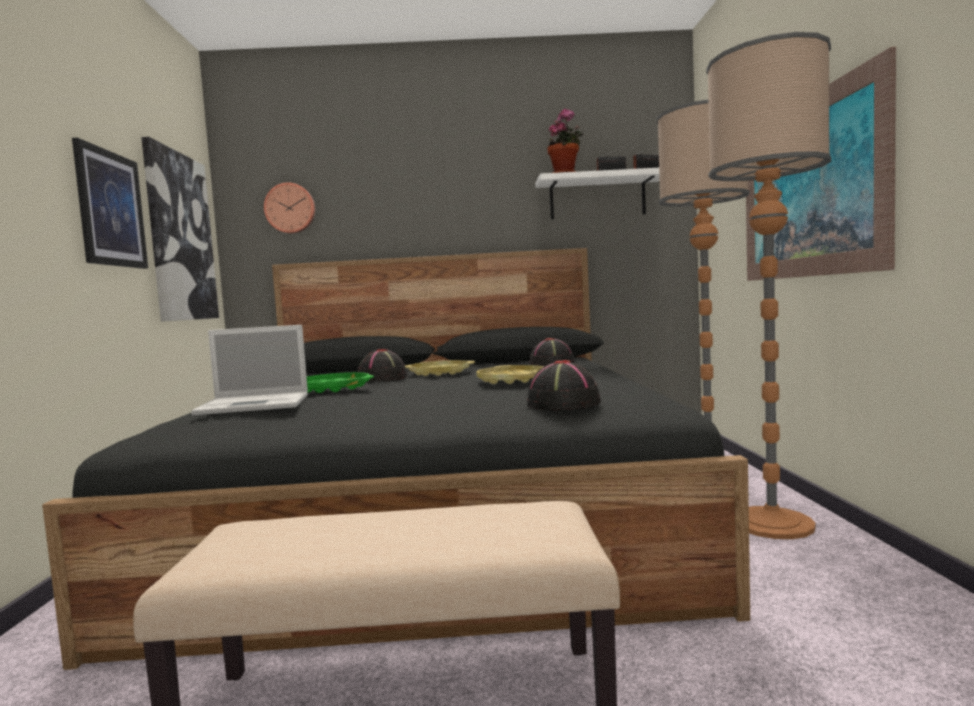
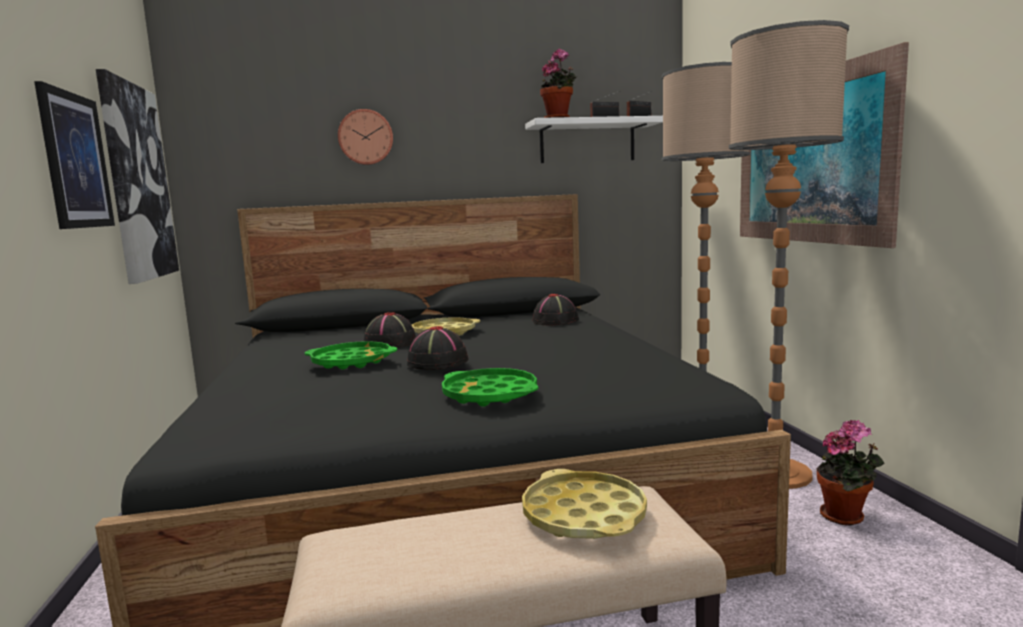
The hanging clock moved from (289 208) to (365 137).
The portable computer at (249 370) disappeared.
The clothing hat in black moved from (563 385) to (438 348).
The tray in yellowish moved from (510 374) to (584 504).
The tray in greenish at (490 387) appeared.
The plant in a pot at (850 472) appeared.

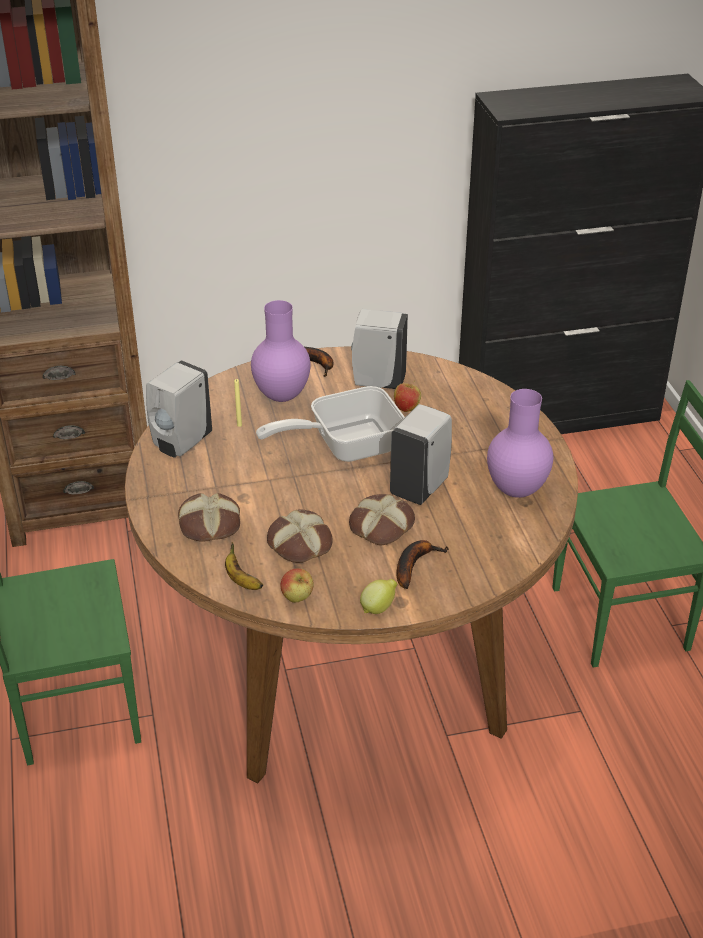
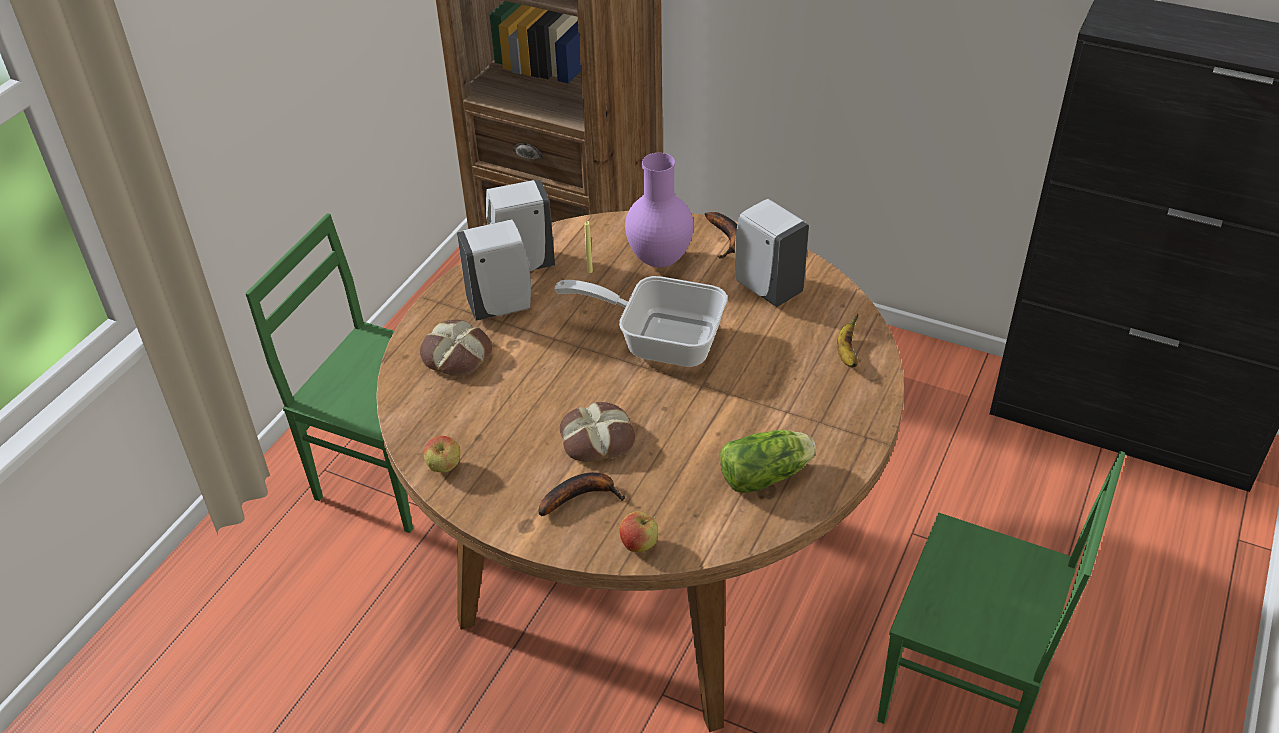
The apple fruit moved from (407 396) to (639 531).
The flower vase in purplish at (520 443) was replaced by the lettuce at (768 461).
The soap dispenser in white moved from (421 454) to (494 270).
The baked bread at (300 536) disappeared.
The whole banana moved from (244 566) to (847 340).
The citrus fruit at (378 596) disappeared.

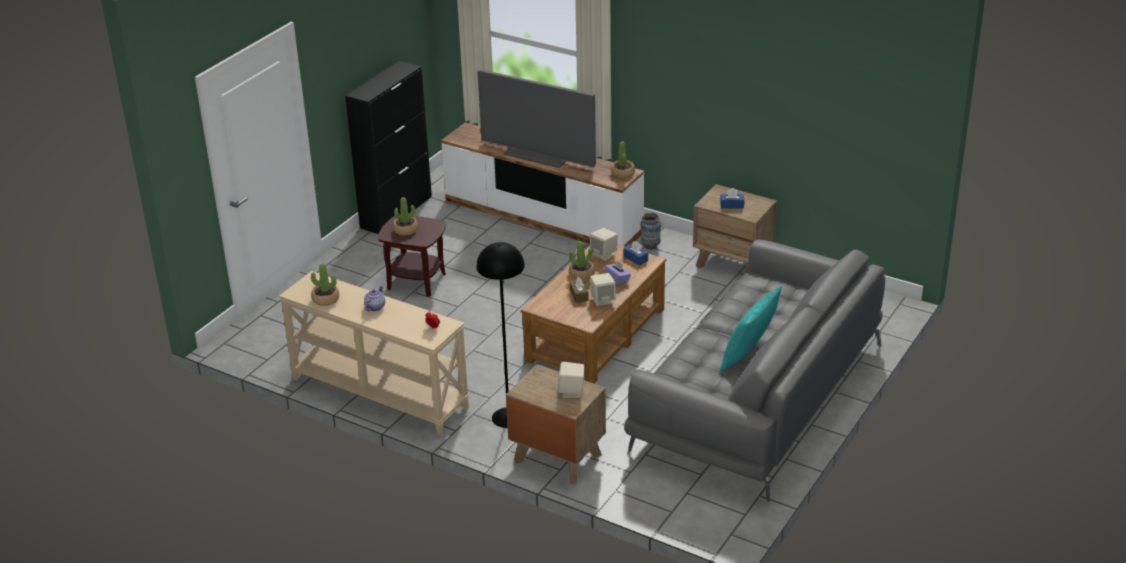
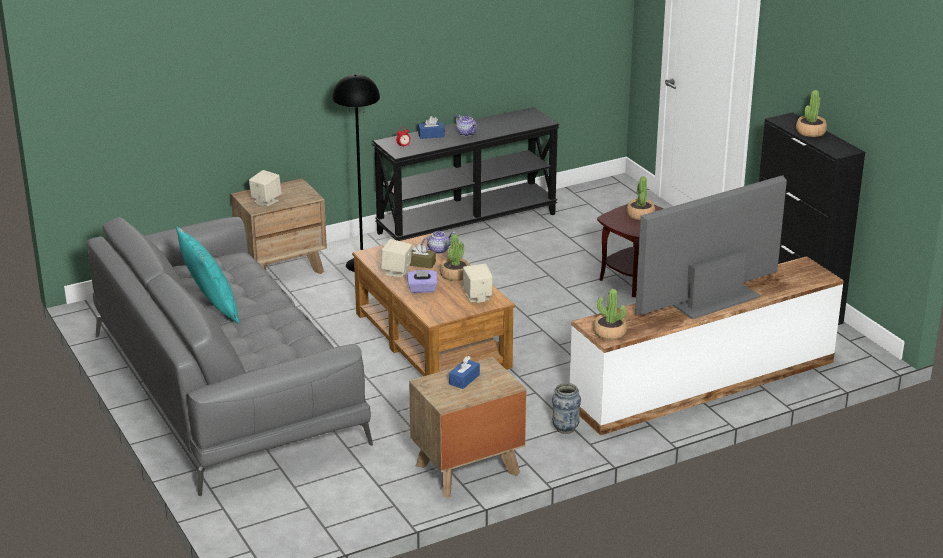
The box of tissues in blue moved from (635 253) to (431 127).
The plant in a pot moved from (325 285) to (811 113).
The hall table in beige-coloured at (374 353) became the hall table in black at (466 174).
The teapot at (438 242) appeared.

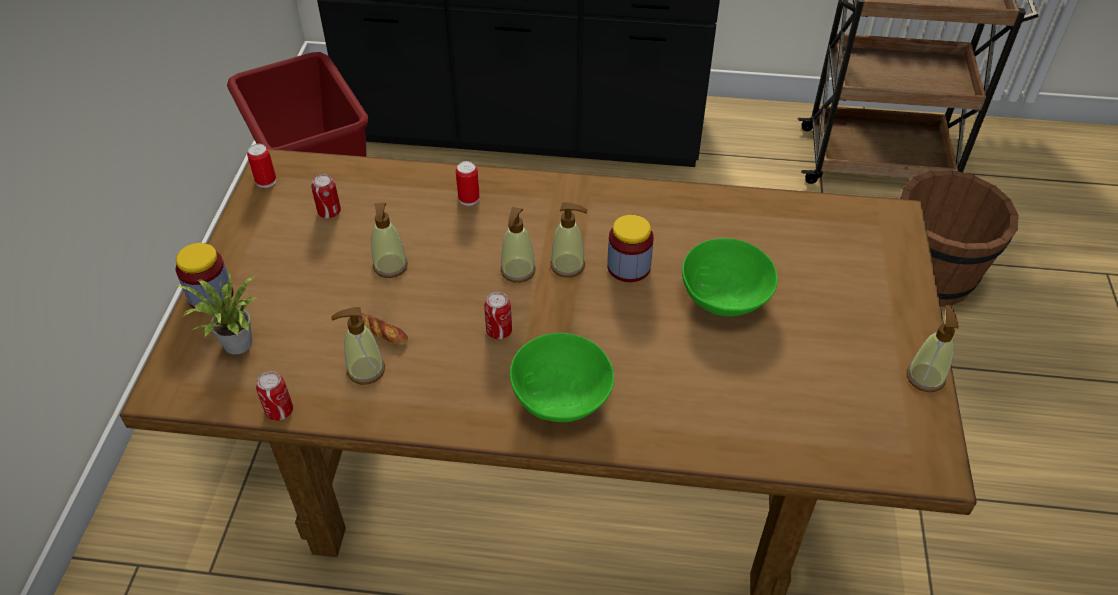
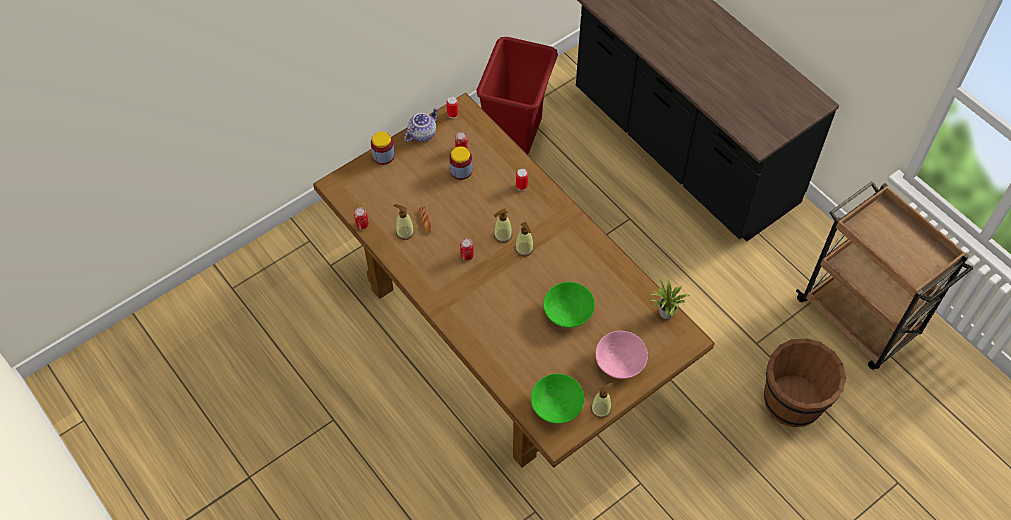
The soap dispenser at (389 240) disappeared.
The jar moved from (630 248) to (460 163).
The plant in a pot moved from (215 313) to (670 297).
The serving bowl in greenish moved from (562 377) to (557 399).
The teapot at (421 124) appeared.
The serving bowl in pink at (621 355) appeared.

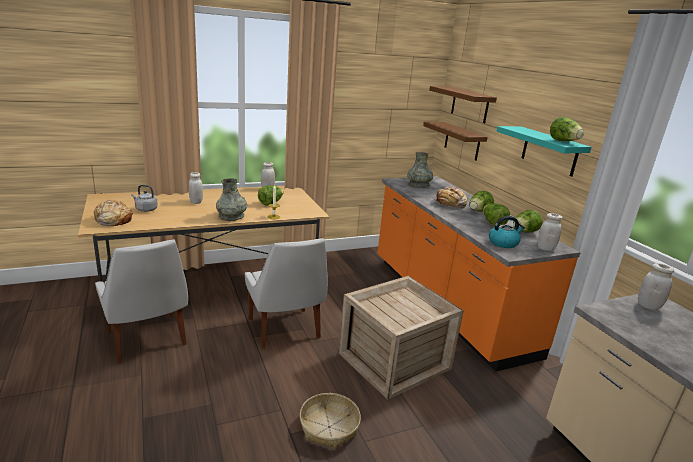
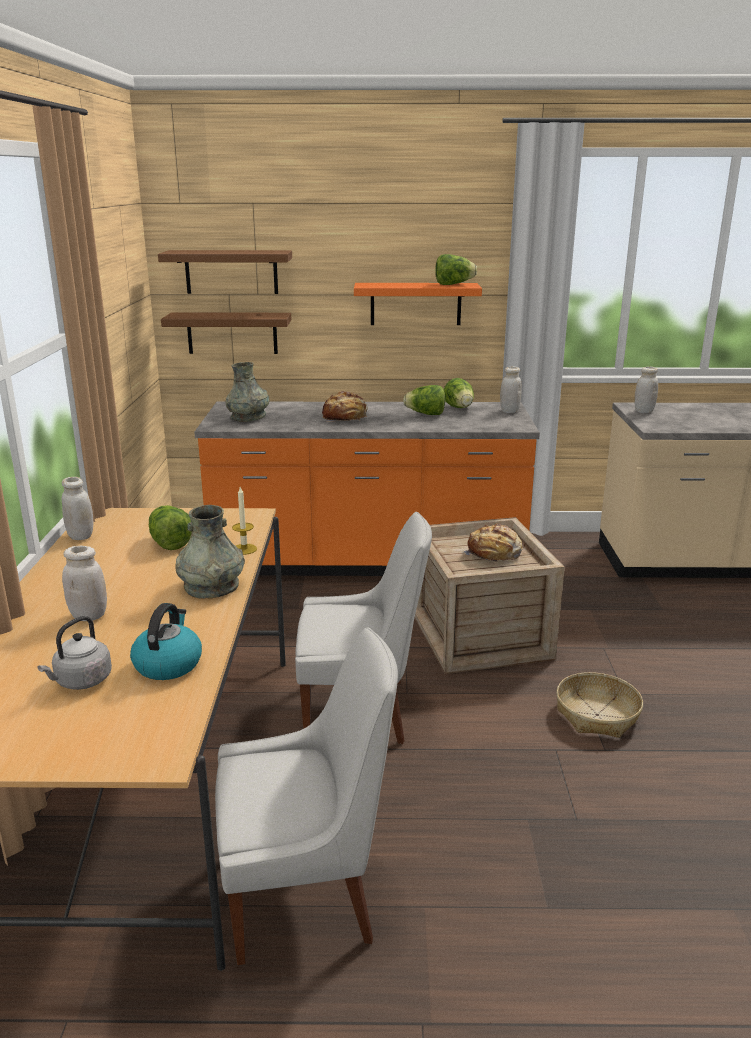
The bracket shelf in turquoise at (544 151) became the bracket shelf in orange-coloured at (418 304).
The lettuce at (481 201) disappeared.
The baked bread moved from (113 213) to (492 543).
The water kettle moved from (507 232) to (166 641).

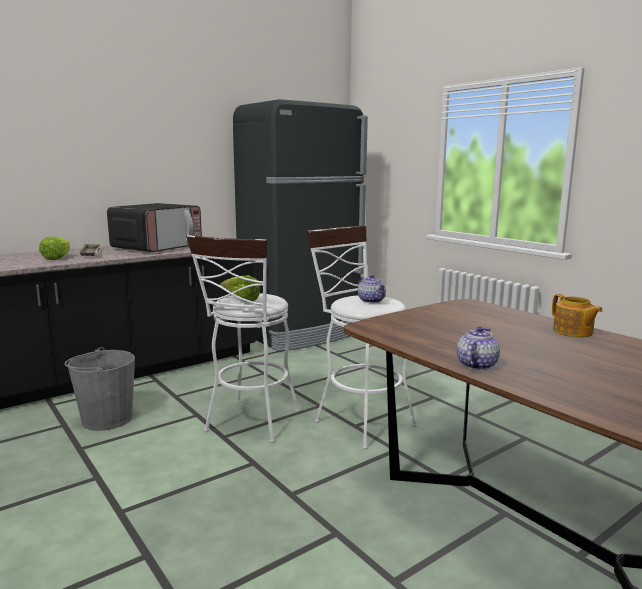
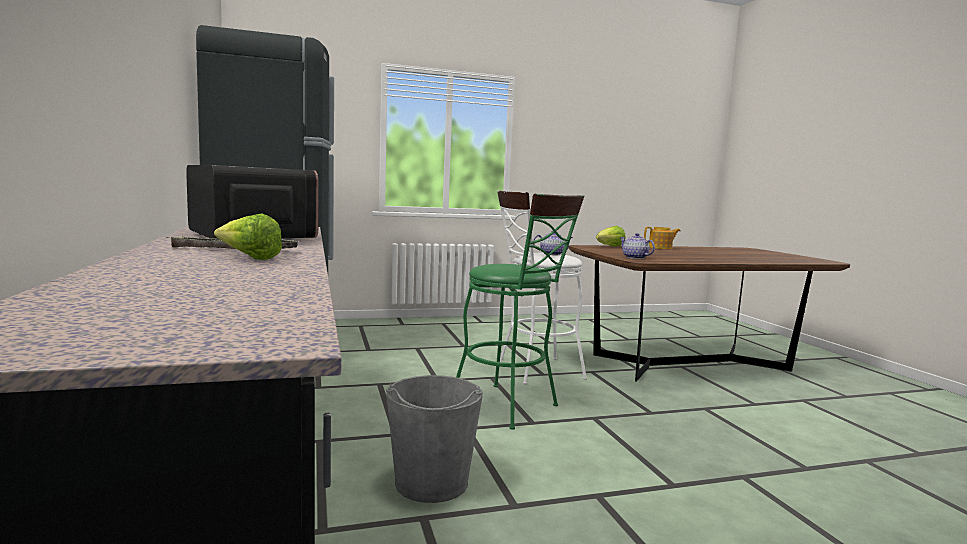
The sitting stool in white at (243 339) became the sitting stool in greenish at (520 312).
The lettuce moved from (240 288) to (610 236).
The teapot moved from (478 348) to (637 246).

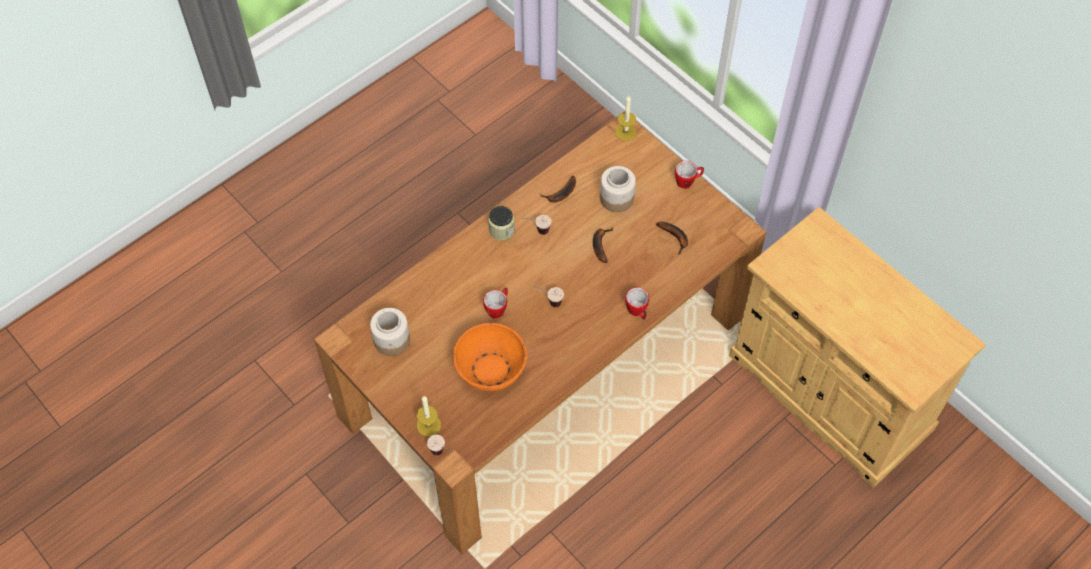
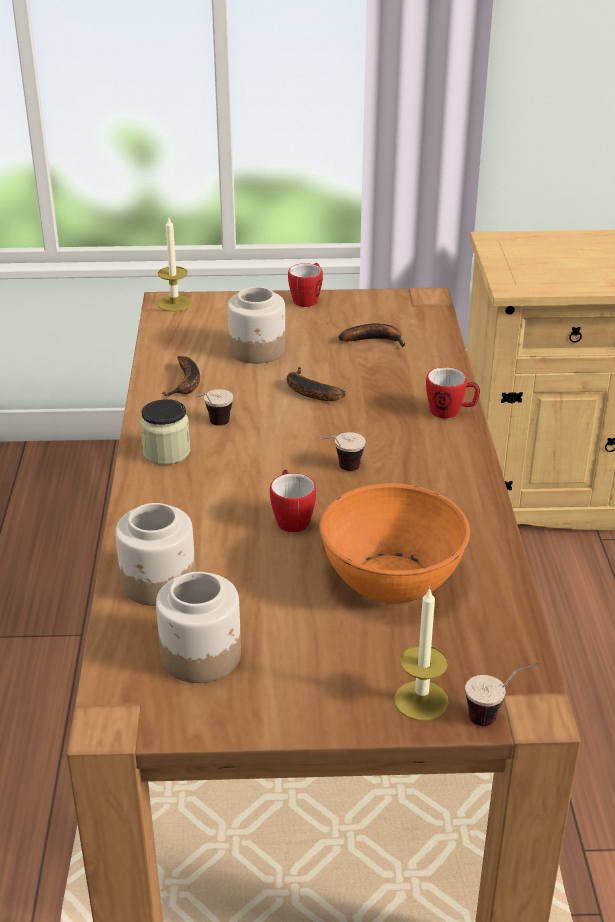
The jar at (155 554) appeared.

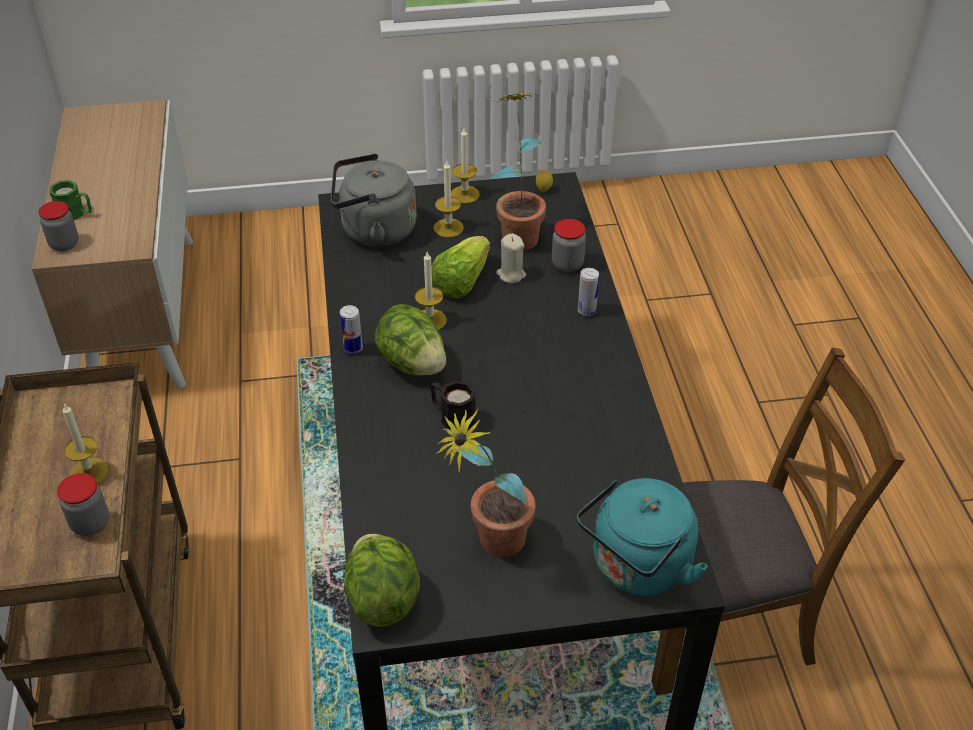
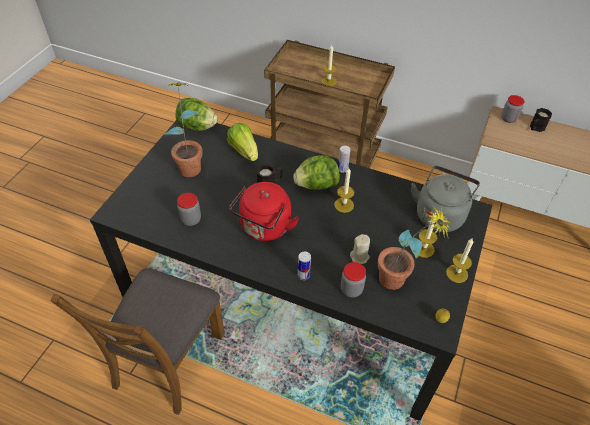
The mug in greenish at (70 200) became the mug in black at (541 120).
The lettuce moved from (461 267) to (242 142).
The jar moved from (83 504) to (189 209).
The water kettle in turquoise at (642 537) disappeared.
The water kettle in red-coloured at (264 211) appeared.

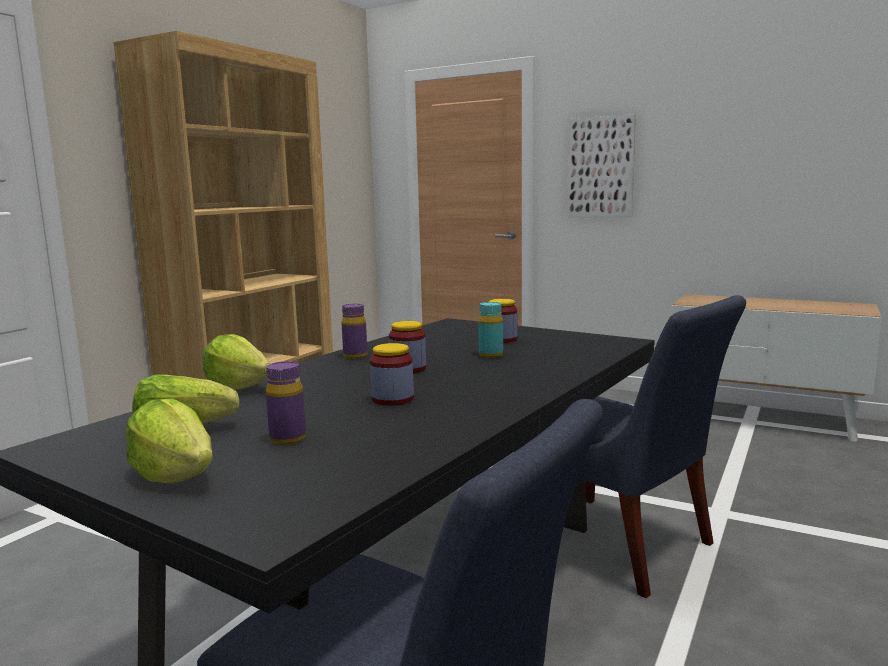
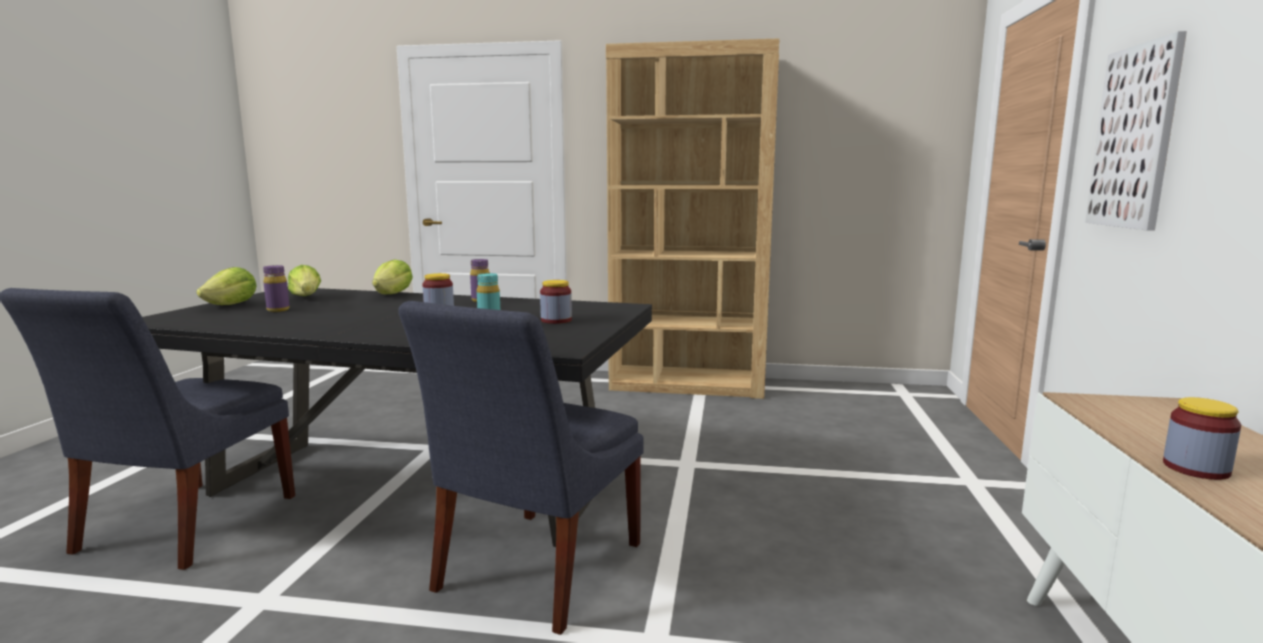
The jar moved from (392 374) to (1202 438).

